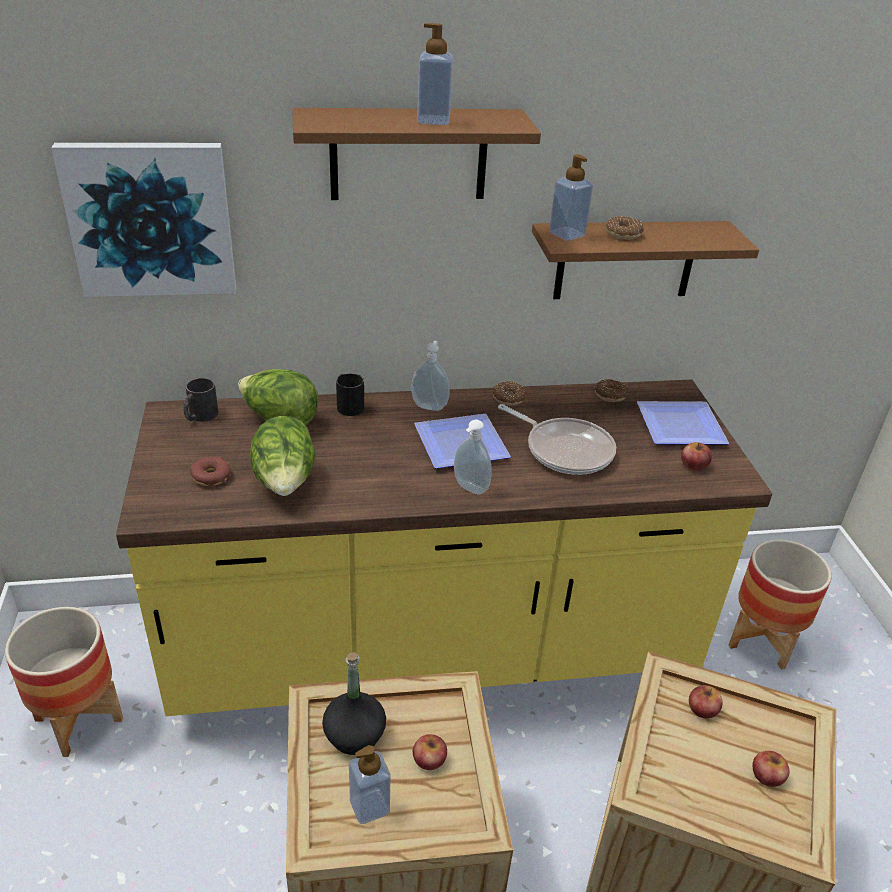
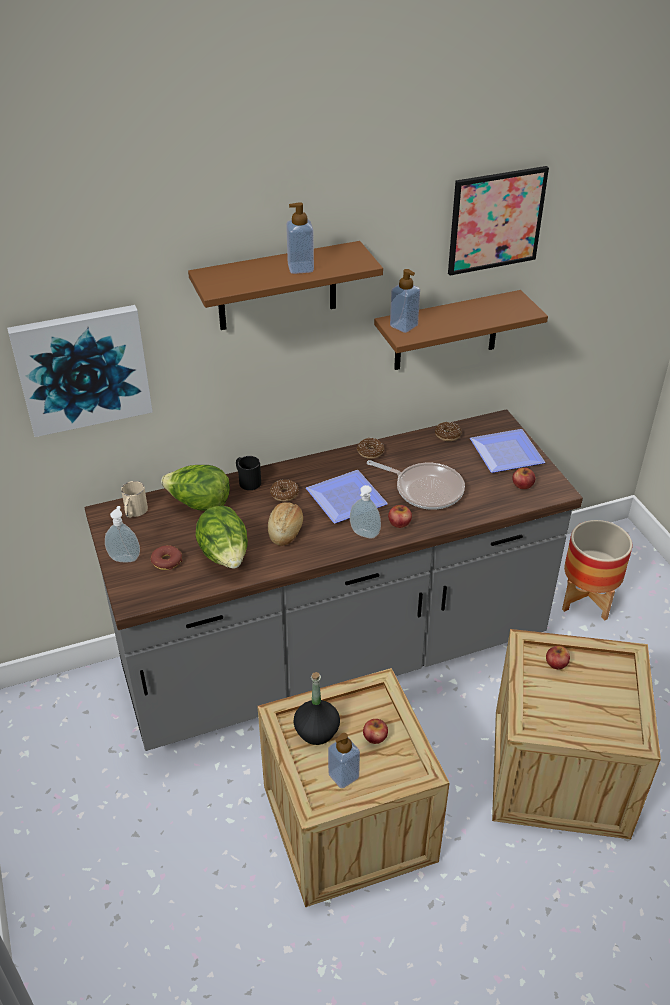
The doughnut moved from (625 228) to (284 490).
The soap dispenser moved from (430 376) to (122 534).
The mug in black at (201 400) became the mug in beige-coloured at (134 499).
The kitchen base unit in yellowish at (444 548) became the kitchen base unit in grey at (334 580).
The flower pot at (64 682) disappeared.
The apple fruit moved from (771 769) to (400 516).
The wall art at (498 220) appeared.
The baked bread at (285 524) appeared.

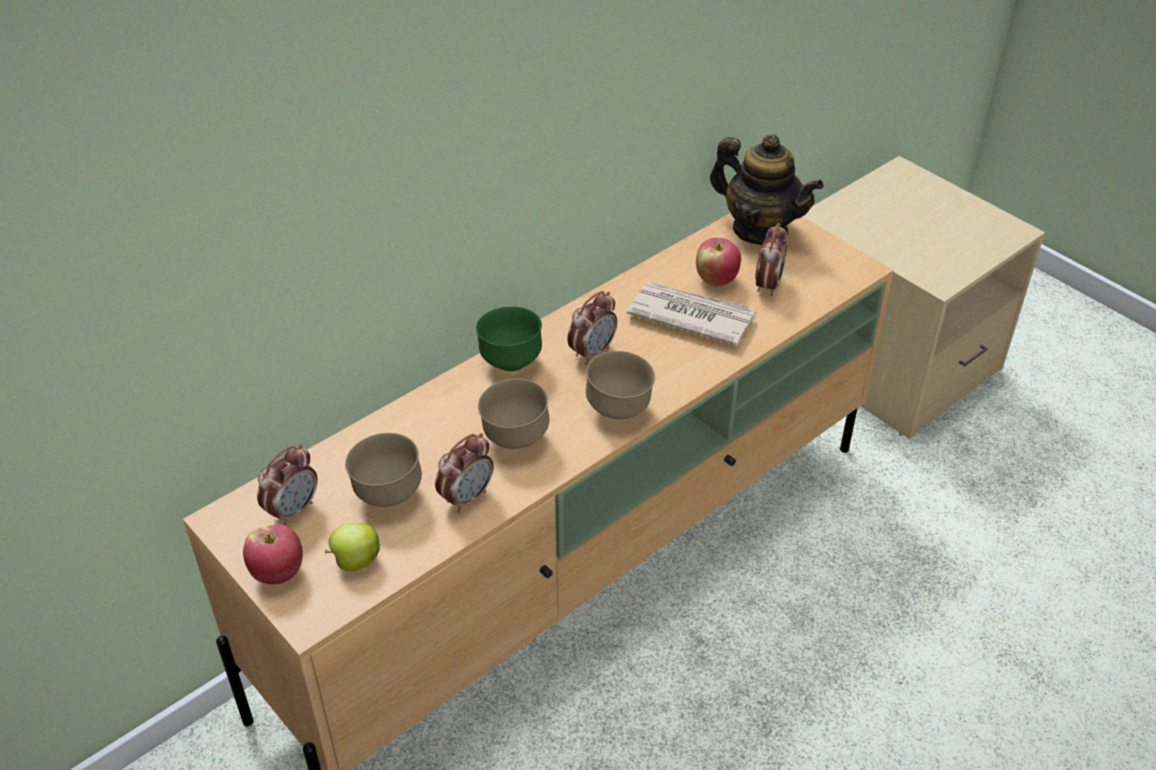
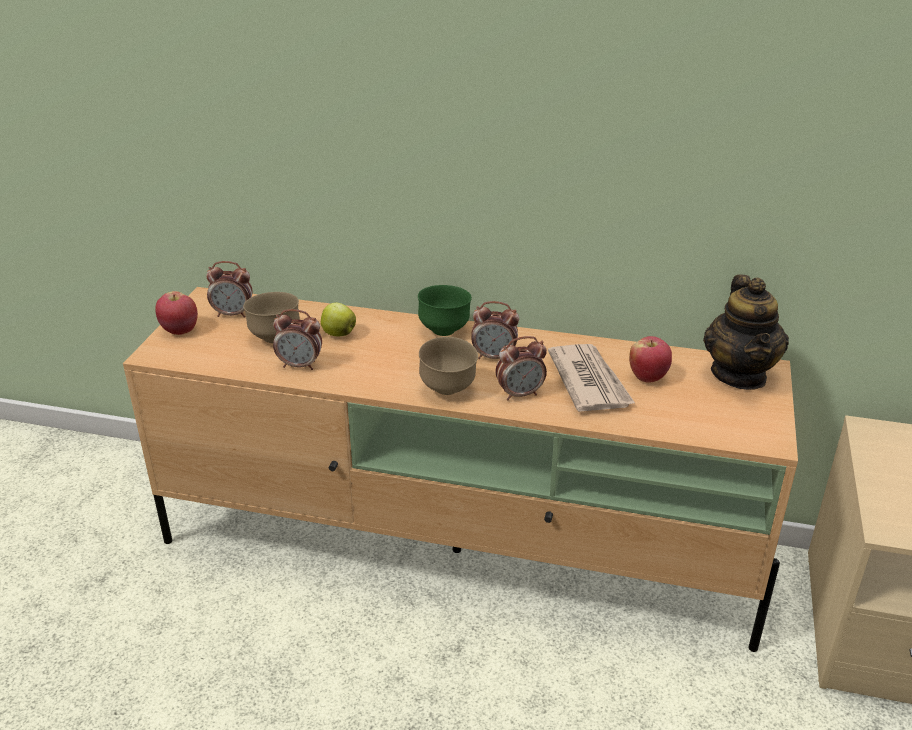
The table clock moved from (771 259) to (521 368).
The serving bowl in brown-coloured at (513 413) disappeared.
The apple fruit moved from (352 547) to (338 319).

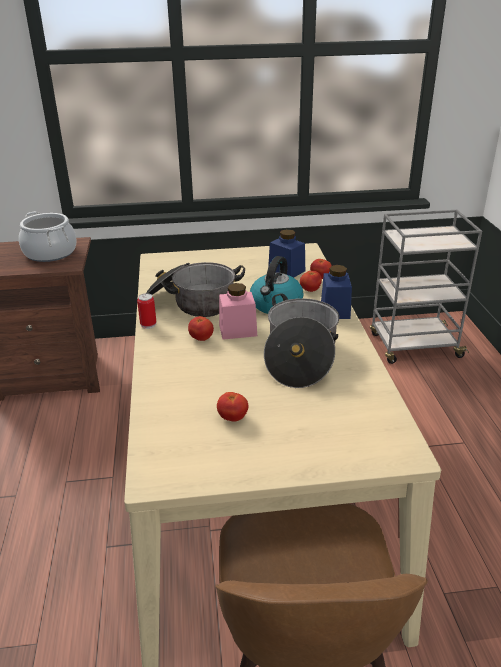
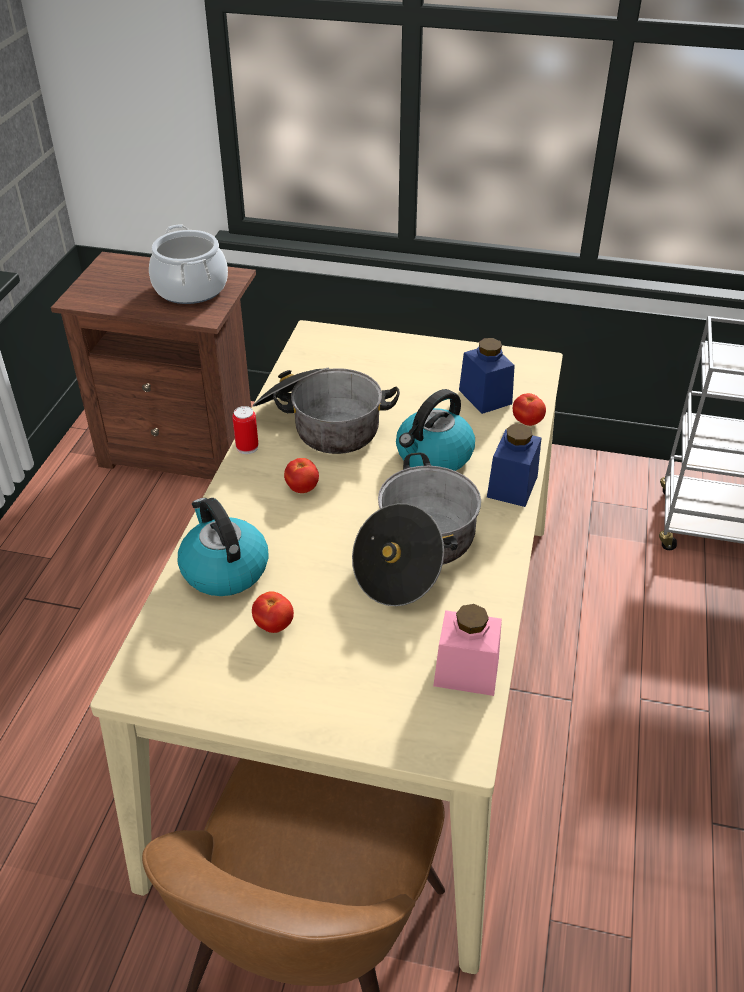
The fresh tomato at (311 281) disappeared.
The jar in pink moved from (238 311) to (467 650).
The water kettle at (223 547) appeared.

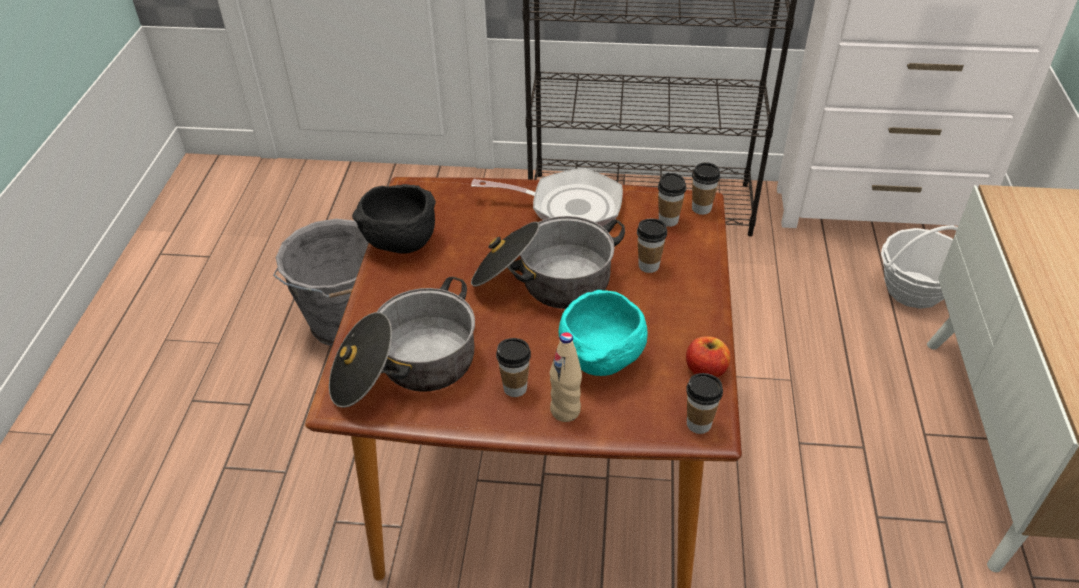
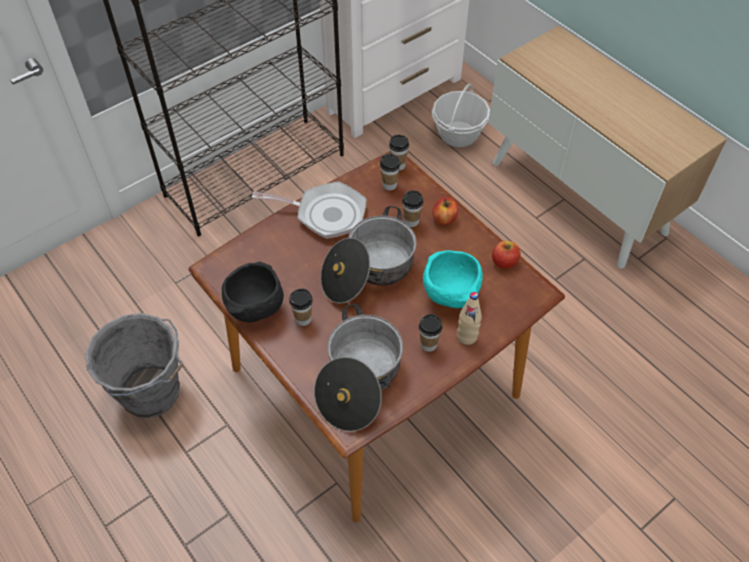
The frying pan at (547 197) turned 45 degrees clockwise.
The drinking cup moved from (704 403) to (301 307).
The apple fruit at (445 211) appeared.

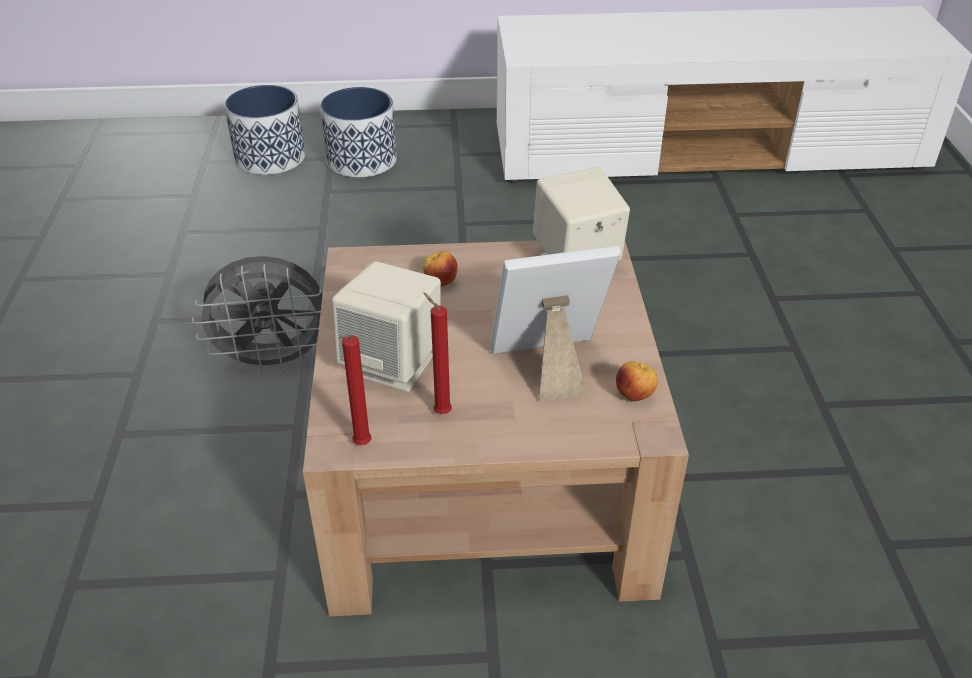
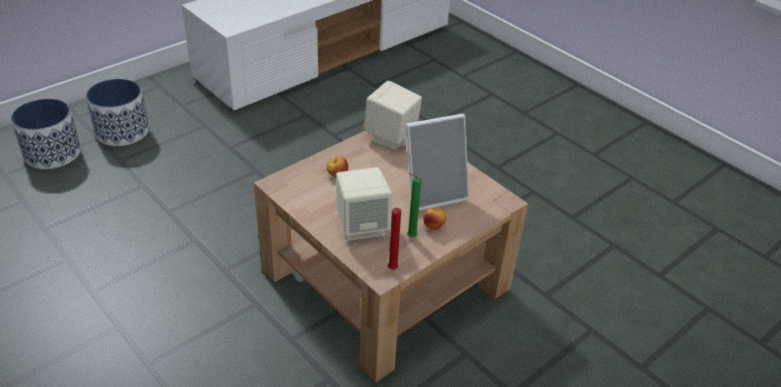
The picture frame at (555 324) turned 150 degrees counterclockwise.
The cooling fan in grey at (257 315) disappeared.
The candle in red-coloured at (437 353) became the candle in greenish at (414 205).
The apple fruit moved from (637 381) to (434 219).

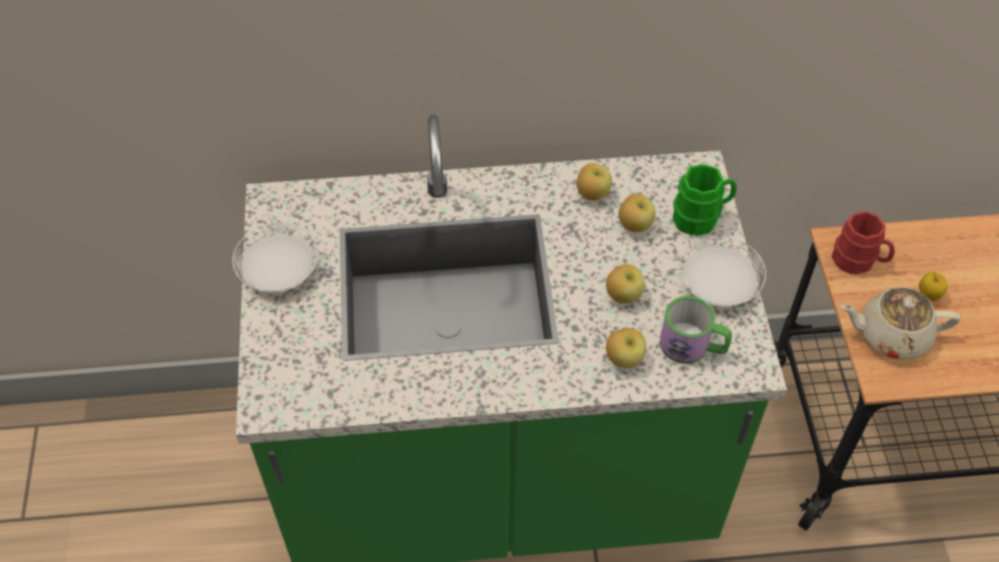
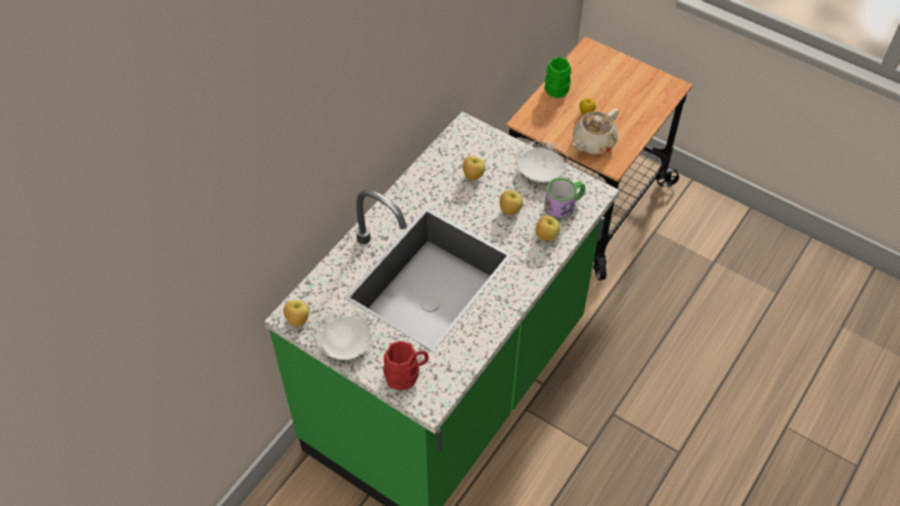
The apple fruit moved from (594 182) to (296 313).
The mug in greenish moved from (705 200) to (558 77).
The mug in red-coloured moved from (863 242) to (406 366).

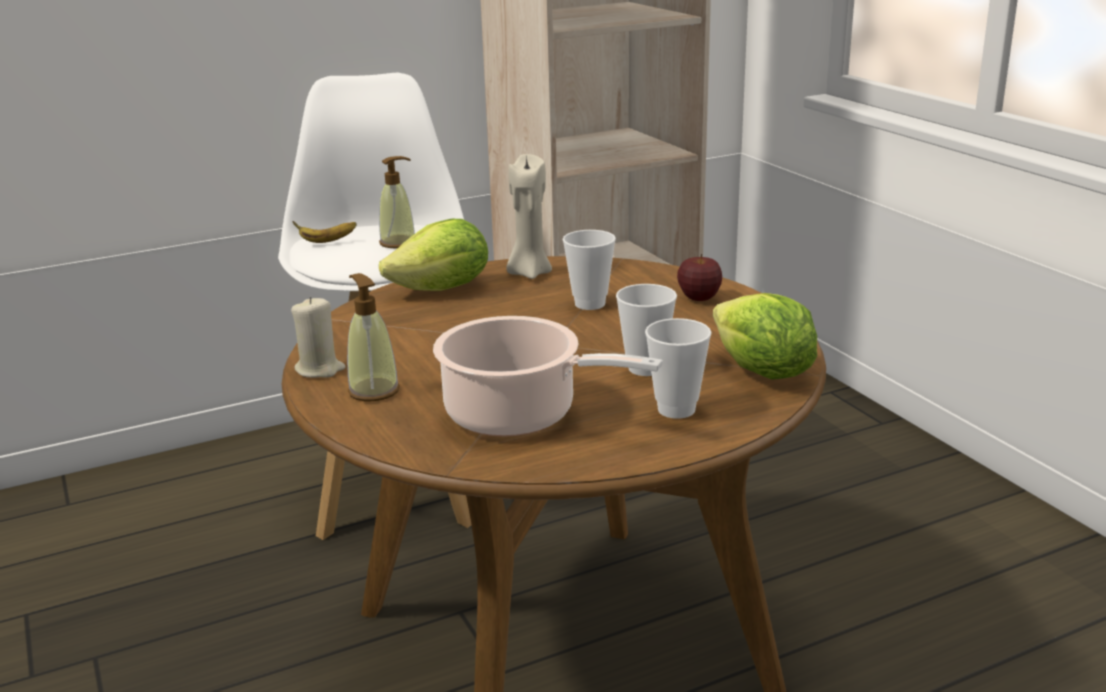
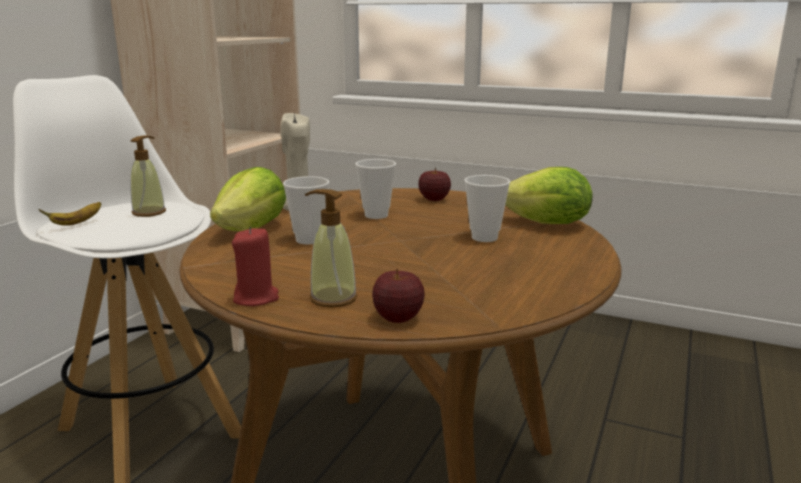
The candle in beige-coloured at (318 337) became the candle in red-coloured at (255 266).
The stockpot at (548 376) disappeared.
The drinking cup moved from (678 368) to (306 210).
The apple fruit at (398 296) appeared.

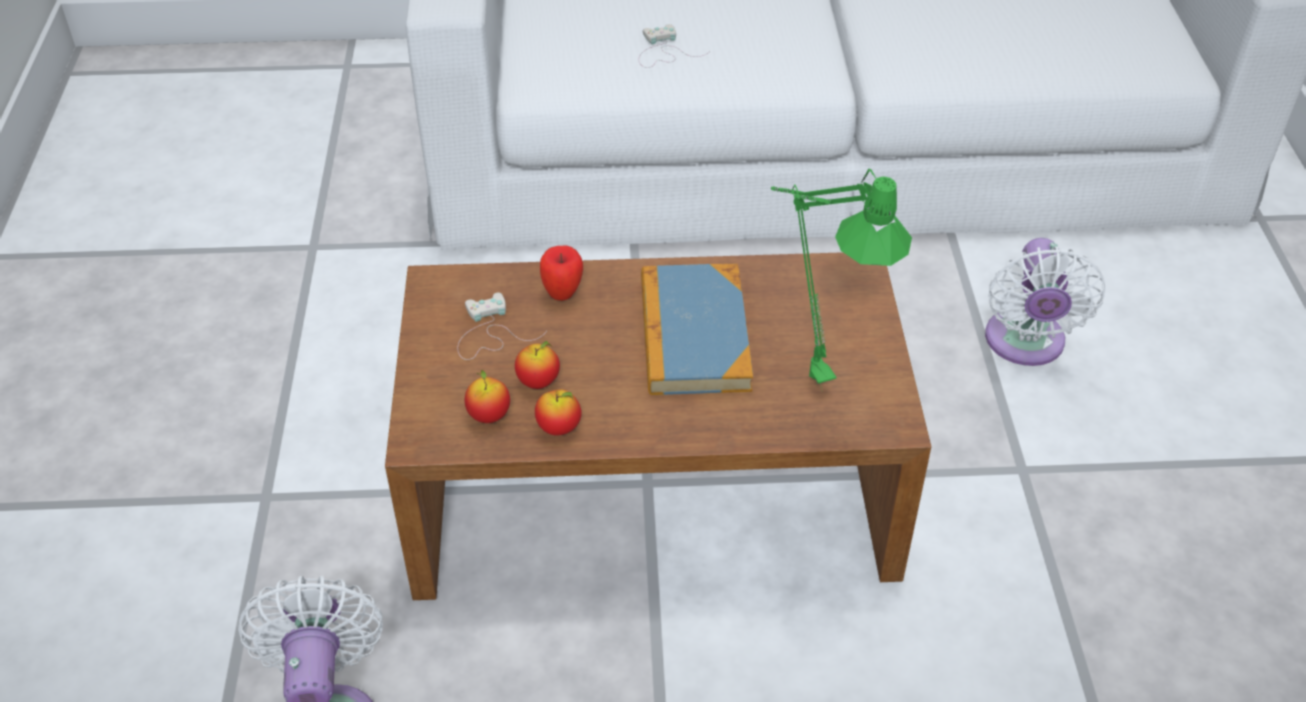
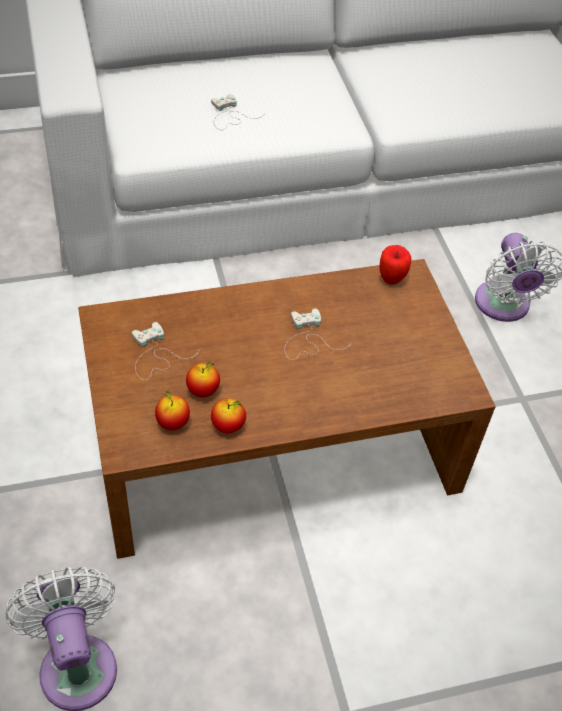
The tabletop lamp in greenish at (841 279) disappeared.
The apple fruit moved from (561 273) to (395 265).
The book at (697 329) was replaced by the gamepad in white at (317 334).

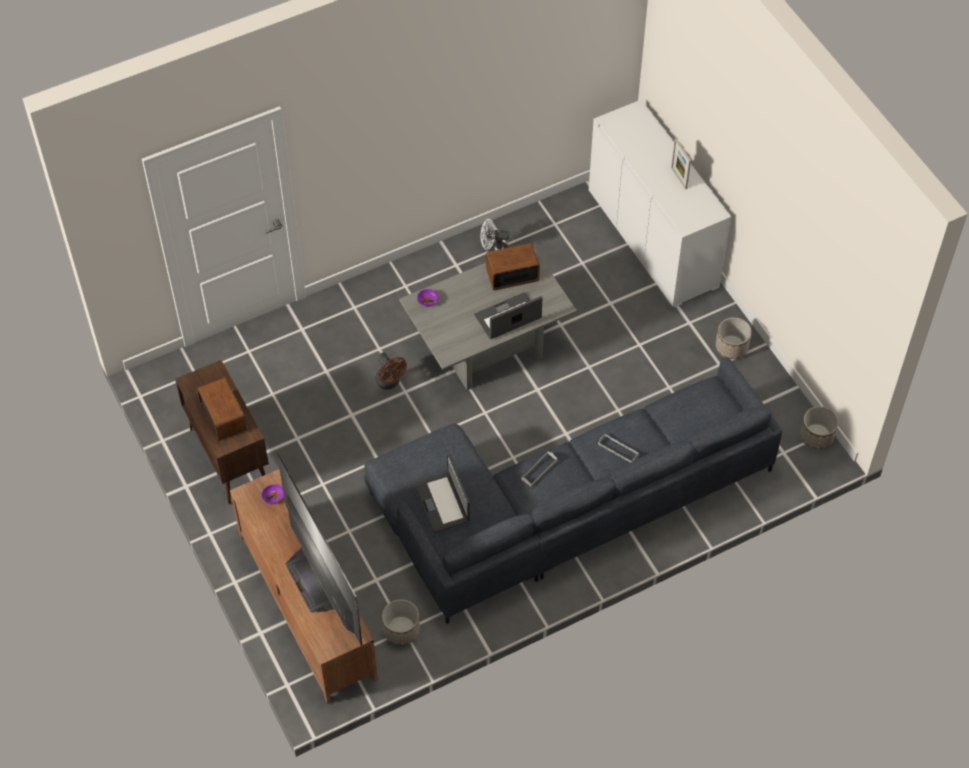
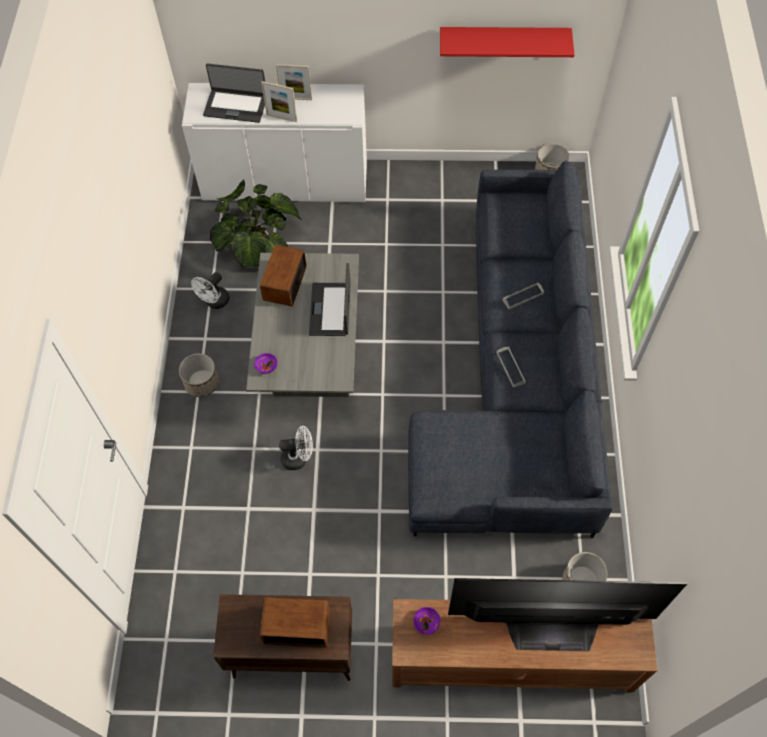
The flower pot moved from (733 338) to (199 375).
The cooling fan in brown-coloured at (391 371) became the cooling fan in white at (296 448).
The portable computer moved from (442 493) to (234 93).
The bracket shelf in red-coloured at (507 42) appeared.
The picture frame at (279 101) appeared.
The plant in a pot at (256 224) appeared.

